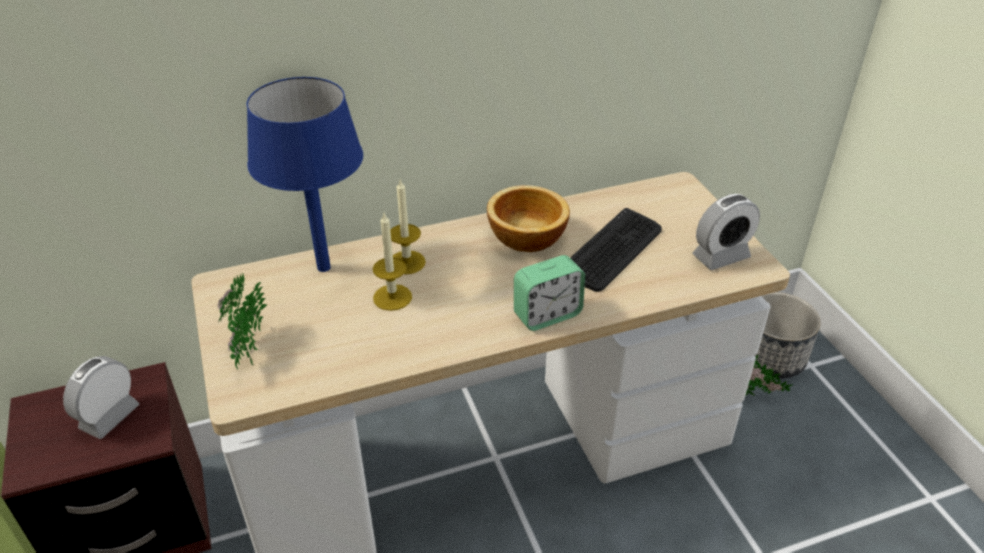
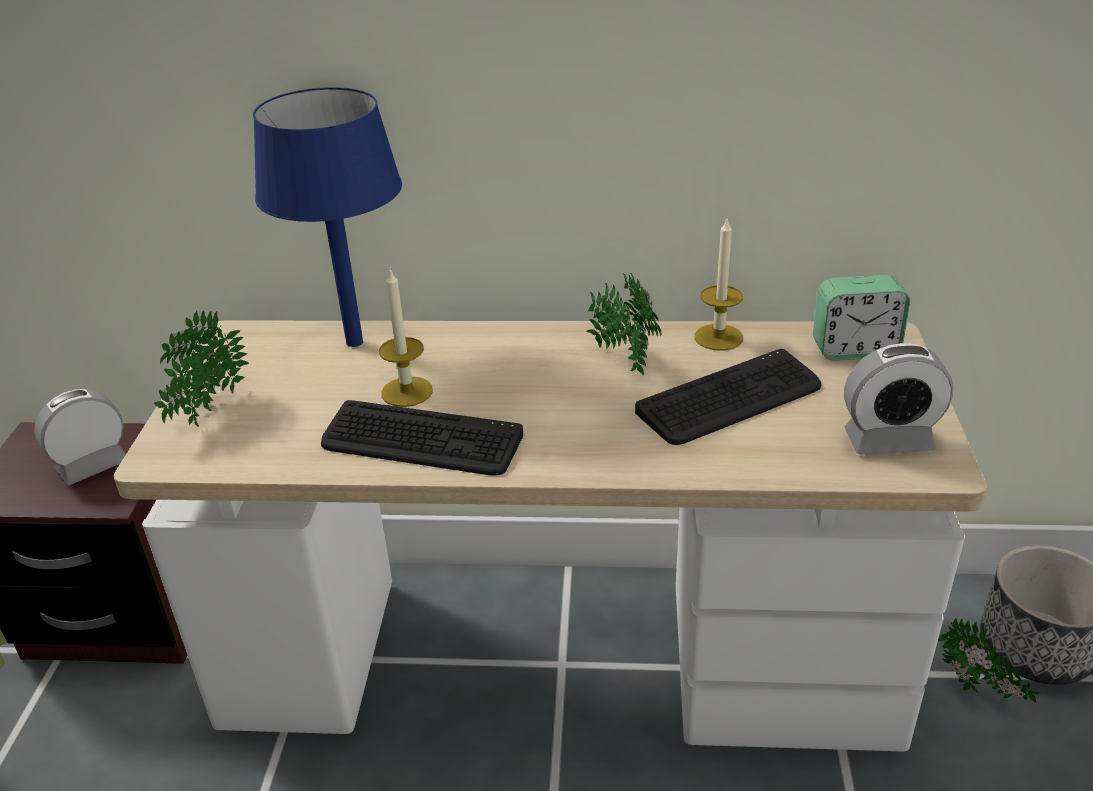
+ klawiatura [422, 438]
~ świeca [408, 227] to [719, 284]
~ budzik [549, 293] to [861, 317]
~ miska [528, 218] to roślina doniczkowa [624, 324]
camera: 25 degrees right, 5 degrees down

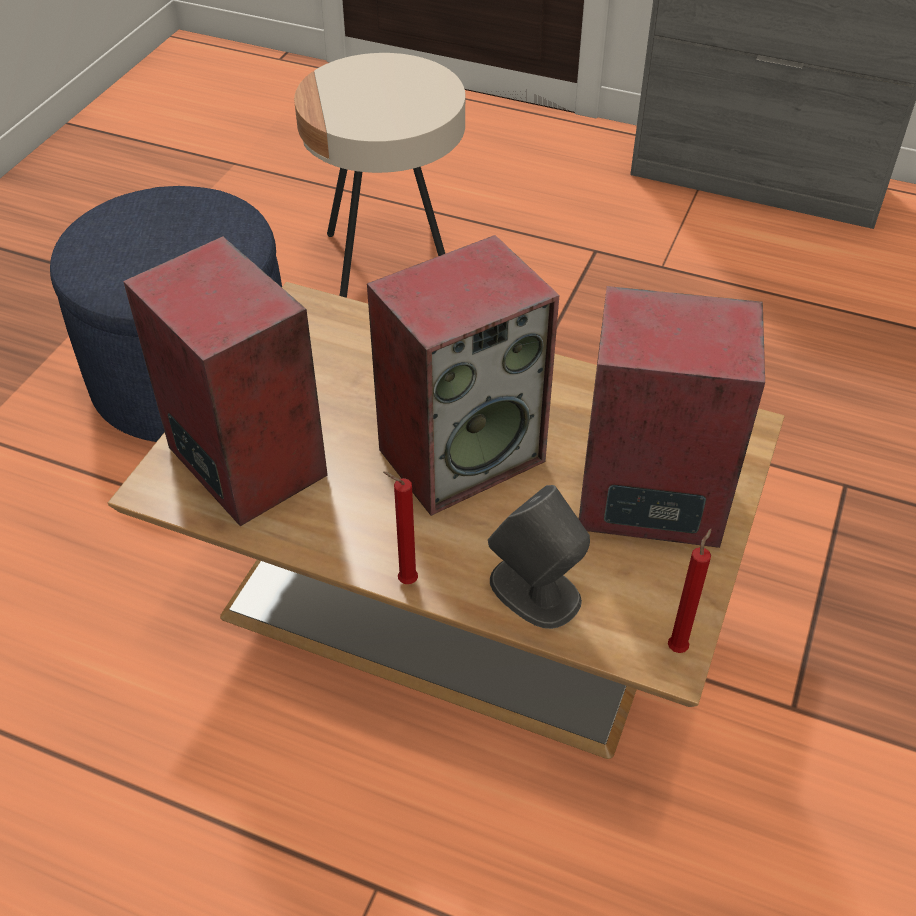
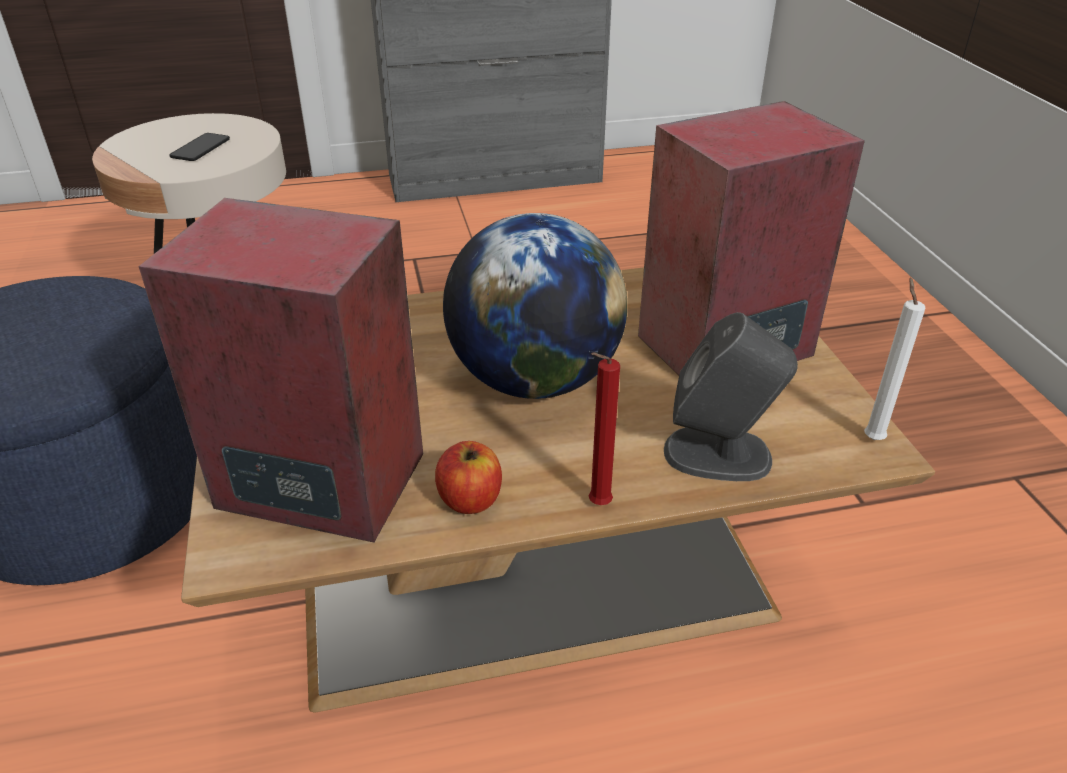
+ telefon [200, 147]
+ jabłko [468, 477]
~ głośnik [463, 375] to globus [535, 306]
~ świeca [czerwony] [690, 591] to świeca [biały] [894, 358]
camera: 35 degrees left, 10 degrees down

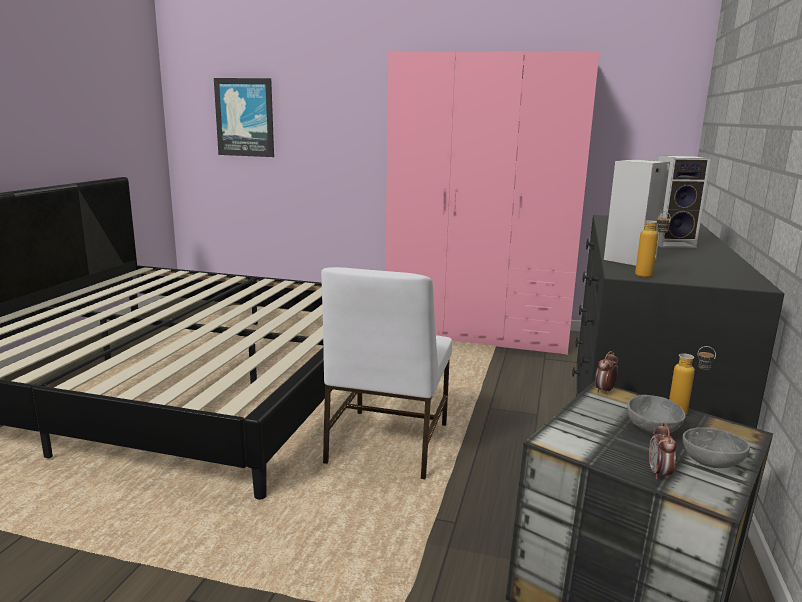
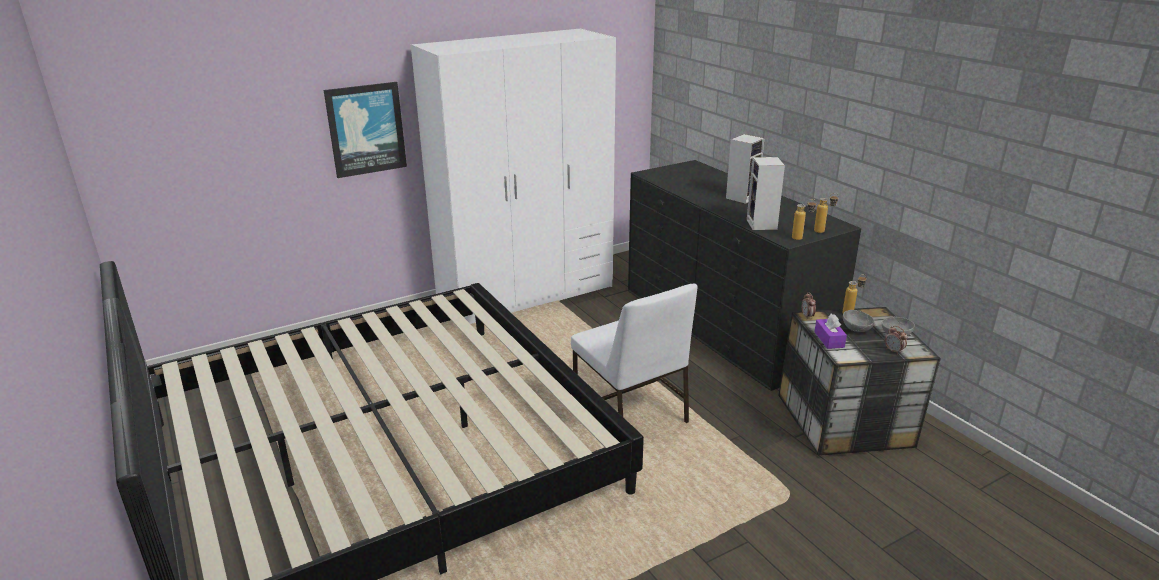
+ butelka [826, 213]
+ pudełko chusteczek [fioletowy] [831, 331]
~ obraz [244, 117] to [365, 130]
~ szafa [różowy] [492, 203] to szafa [biały] [513, 176]
camera: 45 degrees left, 10 degrees up

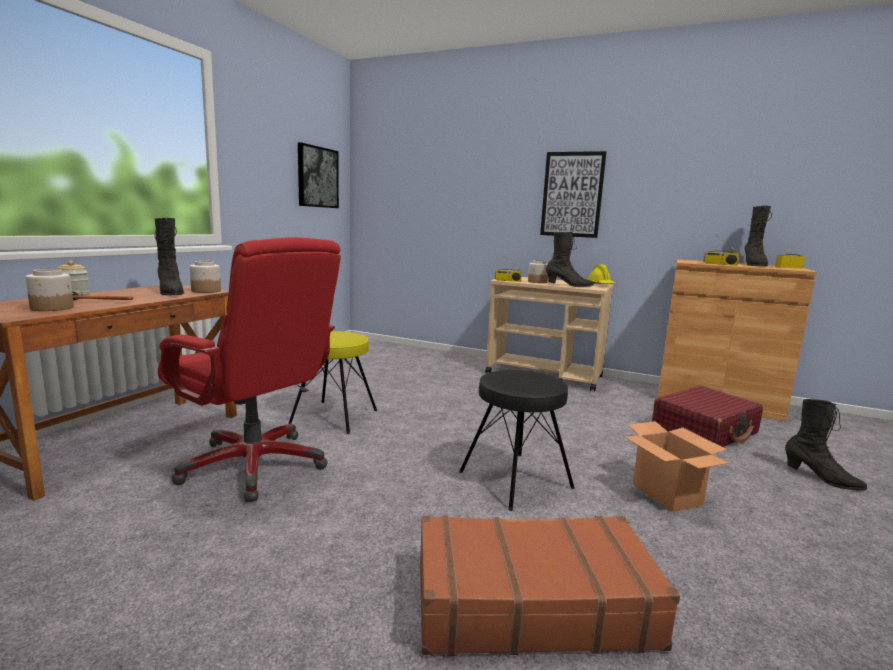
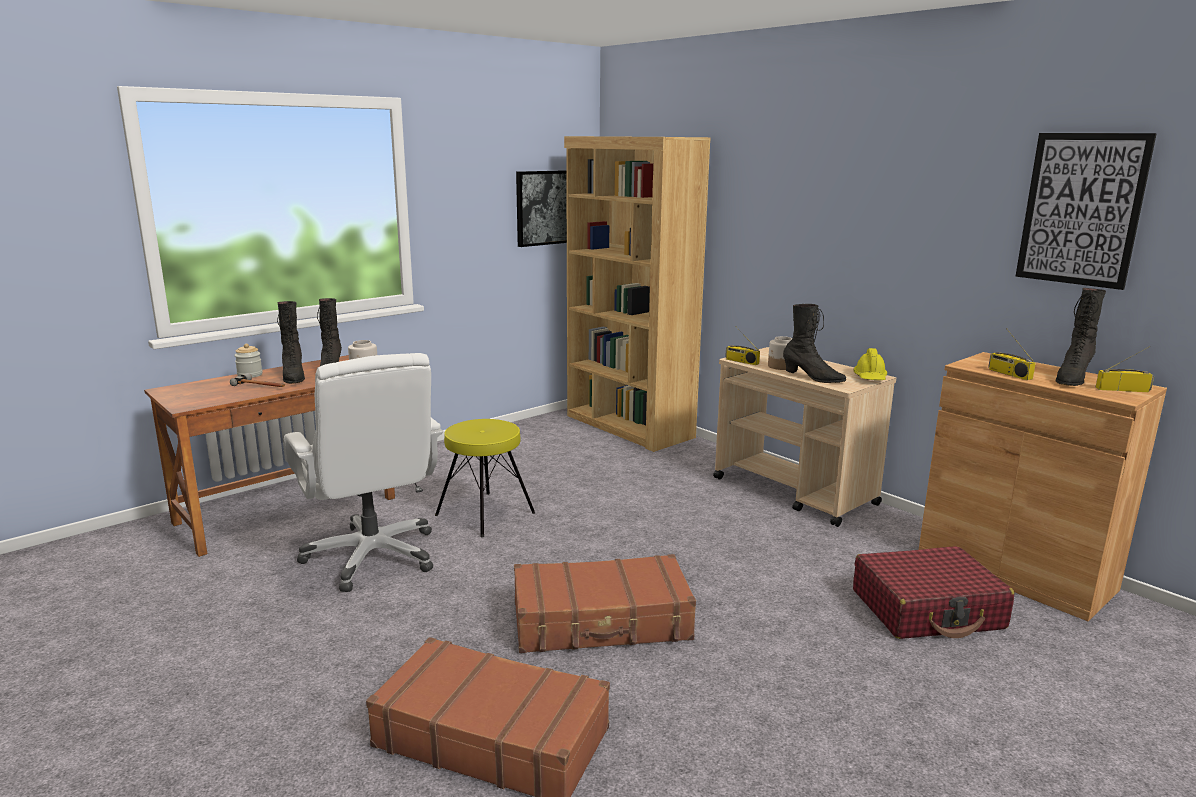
- słoik [50, 290]
- karton [677, 466]
+ regał [brązowy] [637, 294]
~ obraz [573, 194] to [1086, 211]
~ but z cholewką [czarny] [826, 445] to [291, 342]
~ stołek [czarny] [517, 440] to walizka [brązowy] [605, 603]
~ krzesło biurowe [czerwony] [249, 369] to krzesło biurowe [biały] [363, 472]
camera: 25 degrees right, 5 degrees up

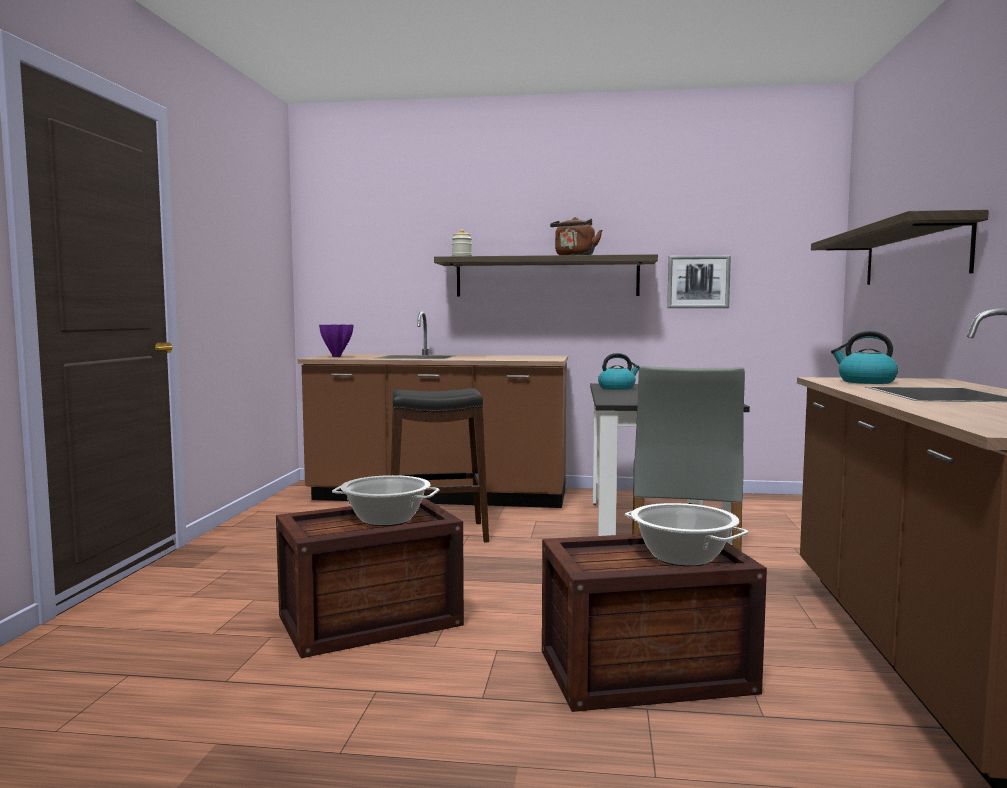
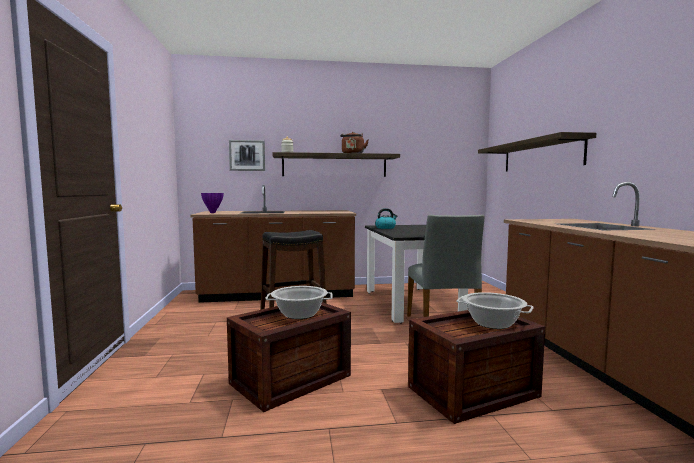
- czajnik [864, 357]
~ obraz [699, 281] to [247, 155]
camera: 15 degrees left, 0 degrees up

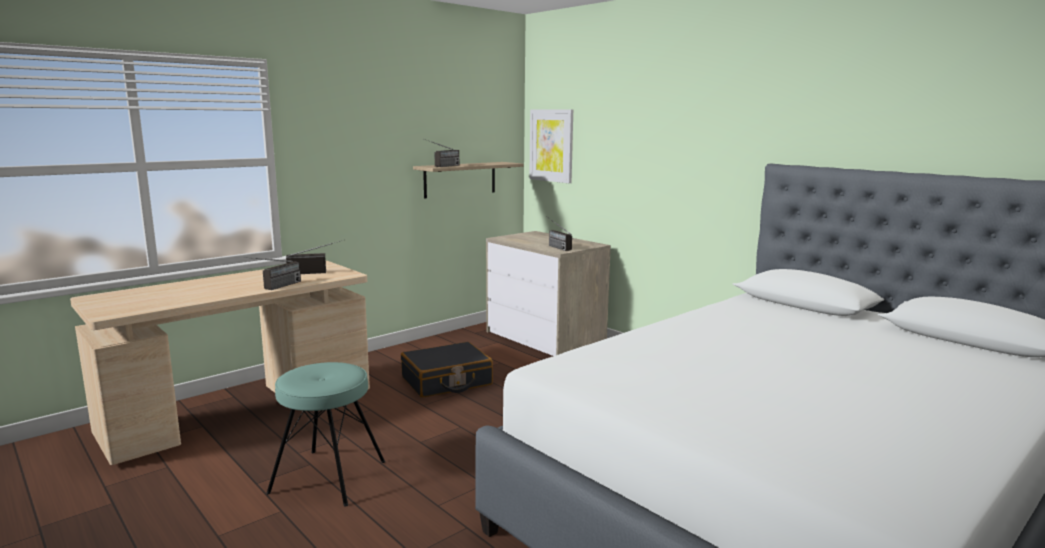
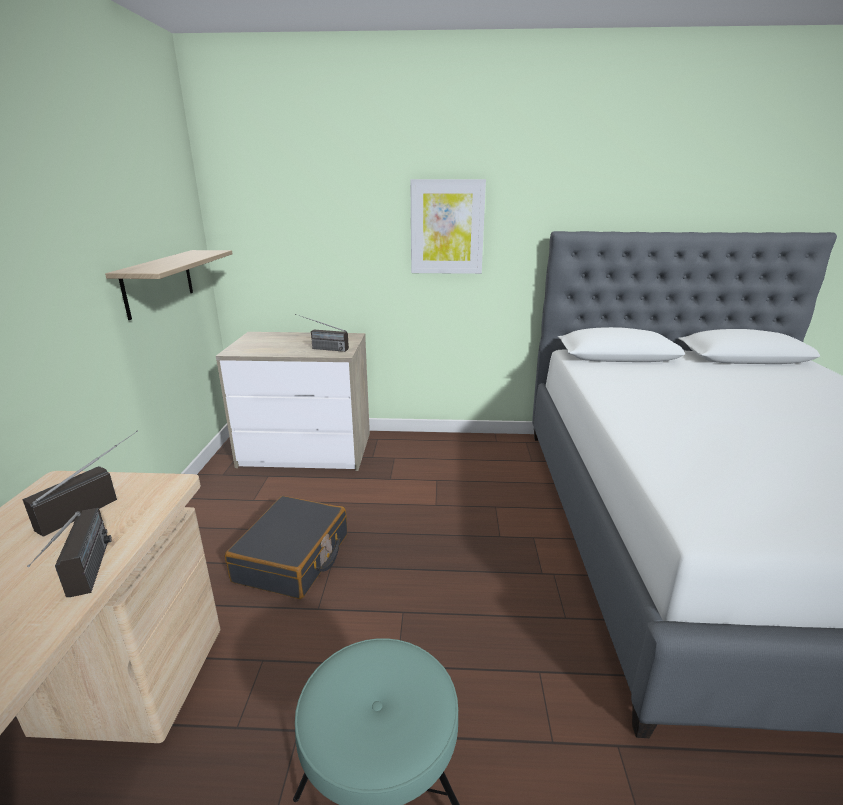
- radio [443, 153]
~ obraz [551, 146] to [448, 226]
camera: 45 degrees left, 10 degrees up

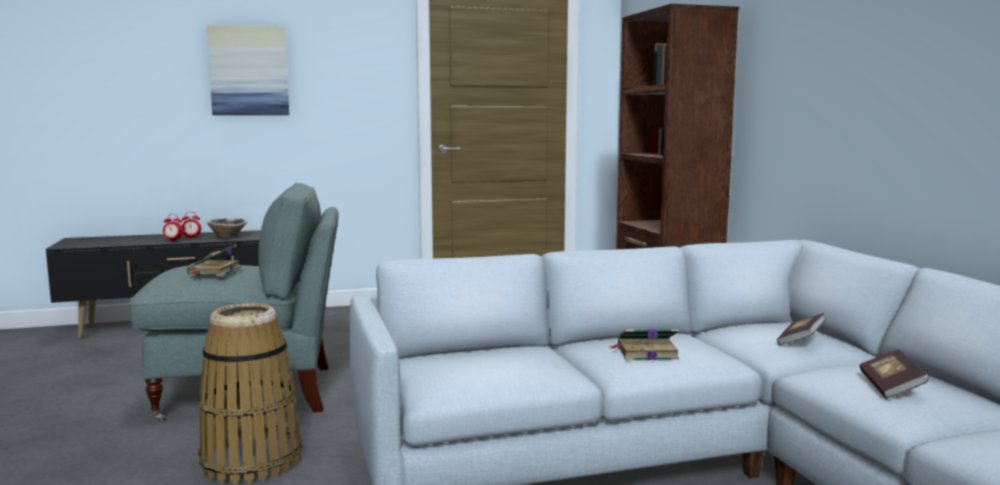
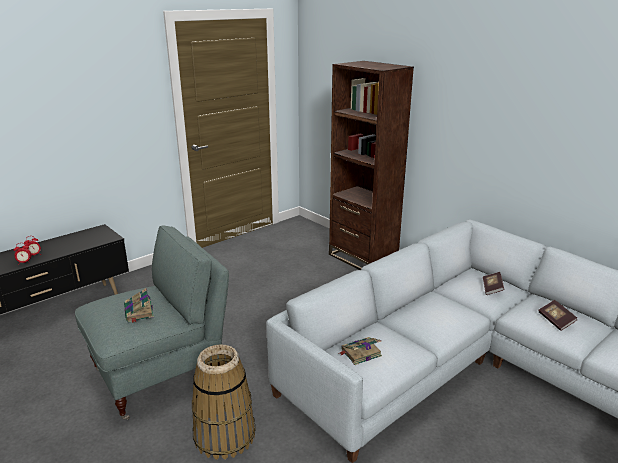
- obraz [248, 70]
- miska [227, 228]
~ książka [644, 344] to [360, 351]
camera: 25 degrees left, 15 degrees up

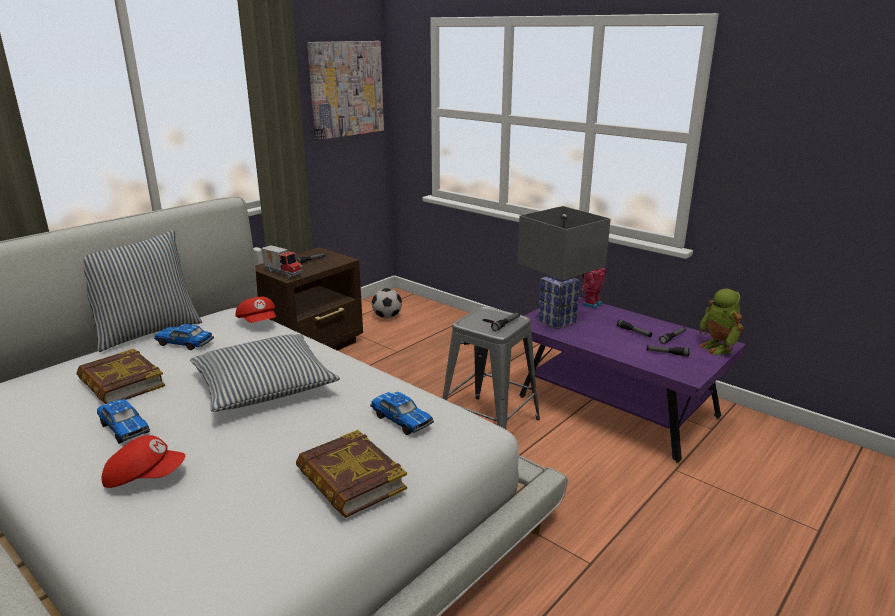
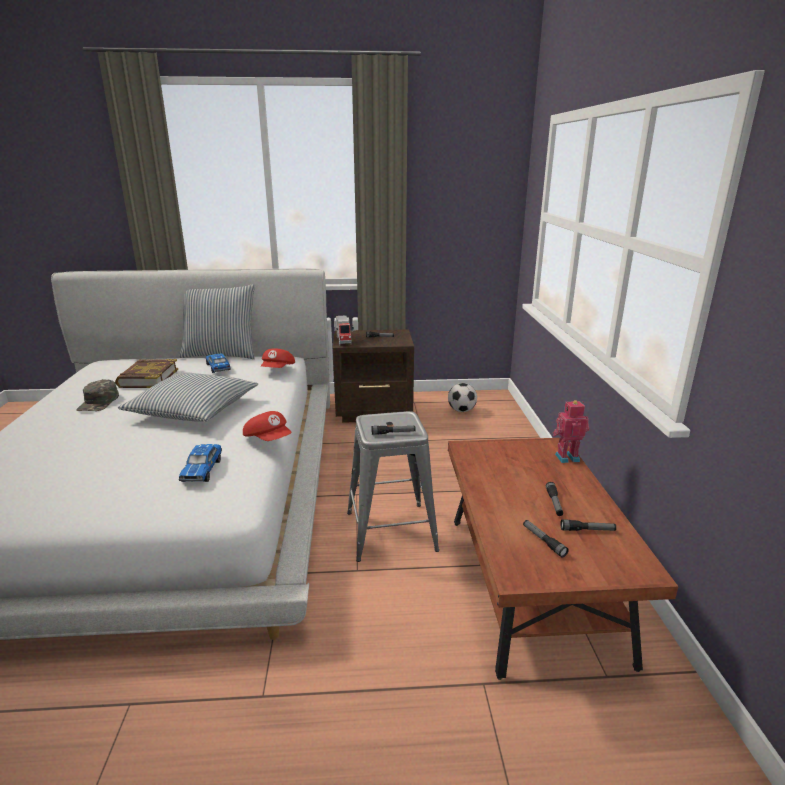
- książka [351, 474]
- obraz [345, 90]
- lampa stołowa [szary] [564, 267]
- robot zabawkowy [721, 322]
~ czapka z daszkiem [czerwony] [143, 461] to [267, 426]
~ samochodzik [123, 421] to czapka z daszkiem [zielony] [97, 395]
~ ława [fioletowy] [632, 380] to ława [brązowy] [563, 559]
camera: 45 degrees right, 0 degrees up

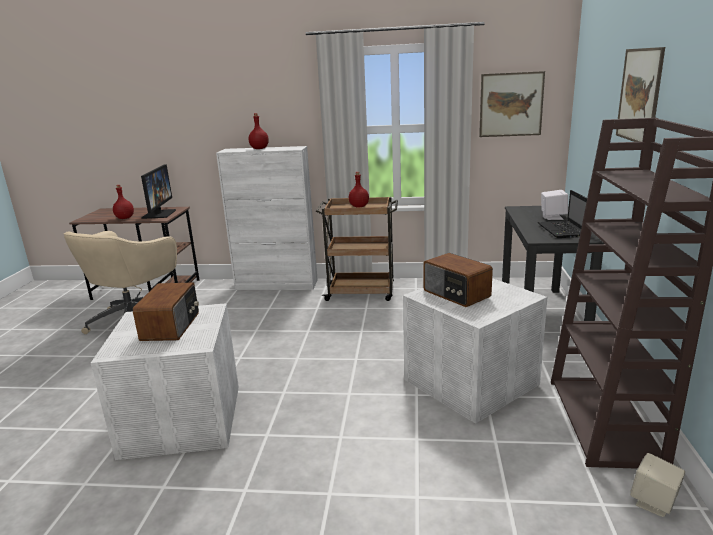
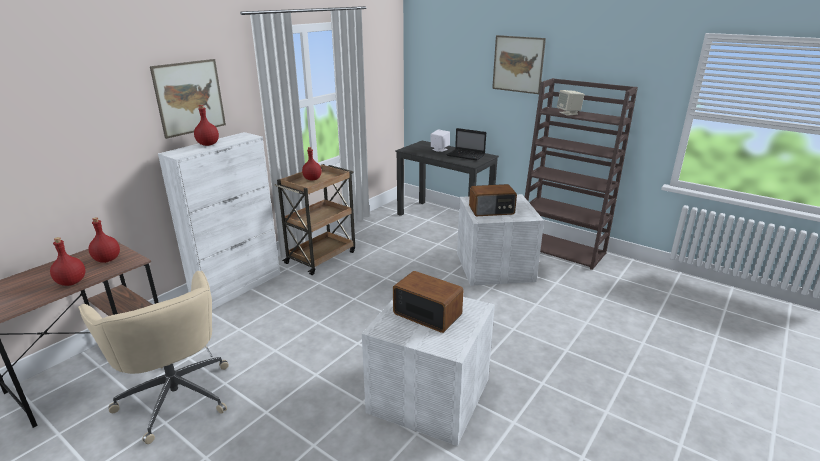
~ obraz [512, 104] to [188, 99]
~ głośnik [beżowy] [657, 485] to [570, 103]
~ monitor [158, 191] to butelka [czerwony] [104, 240]
camera: 60 degrees left, 5 degrees up

